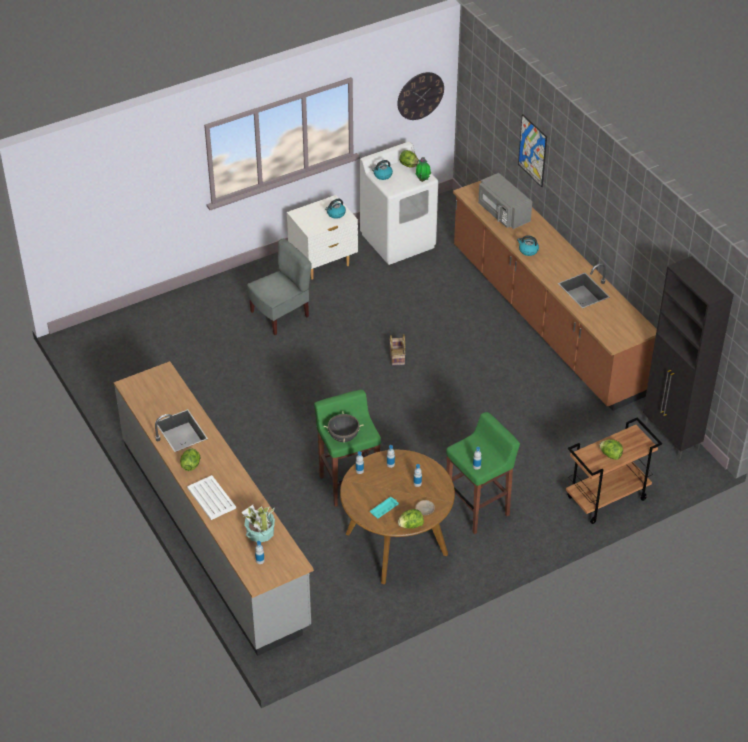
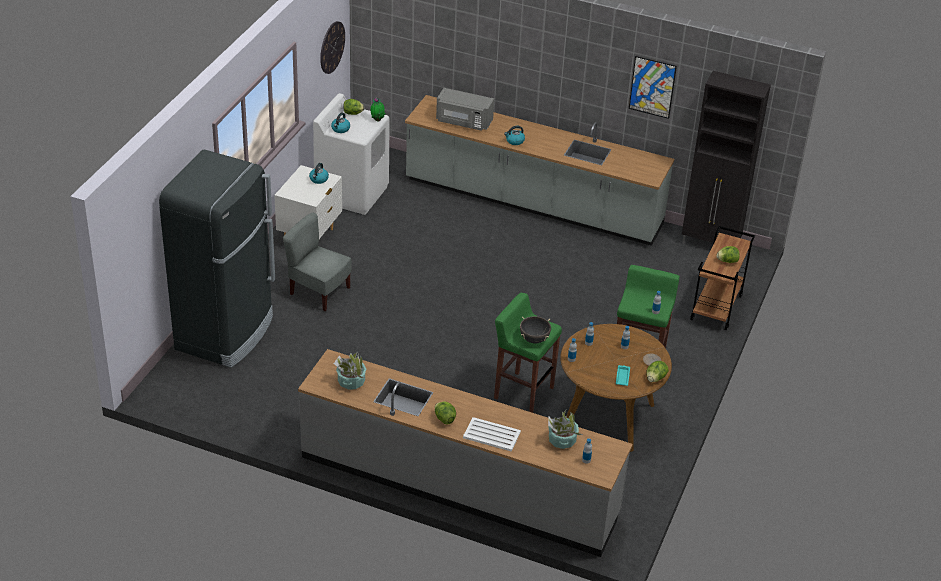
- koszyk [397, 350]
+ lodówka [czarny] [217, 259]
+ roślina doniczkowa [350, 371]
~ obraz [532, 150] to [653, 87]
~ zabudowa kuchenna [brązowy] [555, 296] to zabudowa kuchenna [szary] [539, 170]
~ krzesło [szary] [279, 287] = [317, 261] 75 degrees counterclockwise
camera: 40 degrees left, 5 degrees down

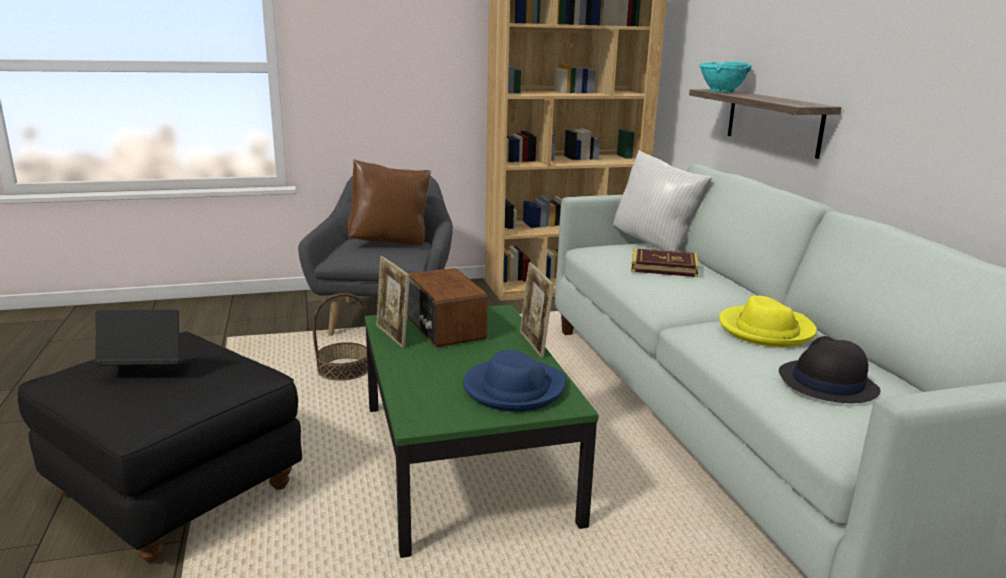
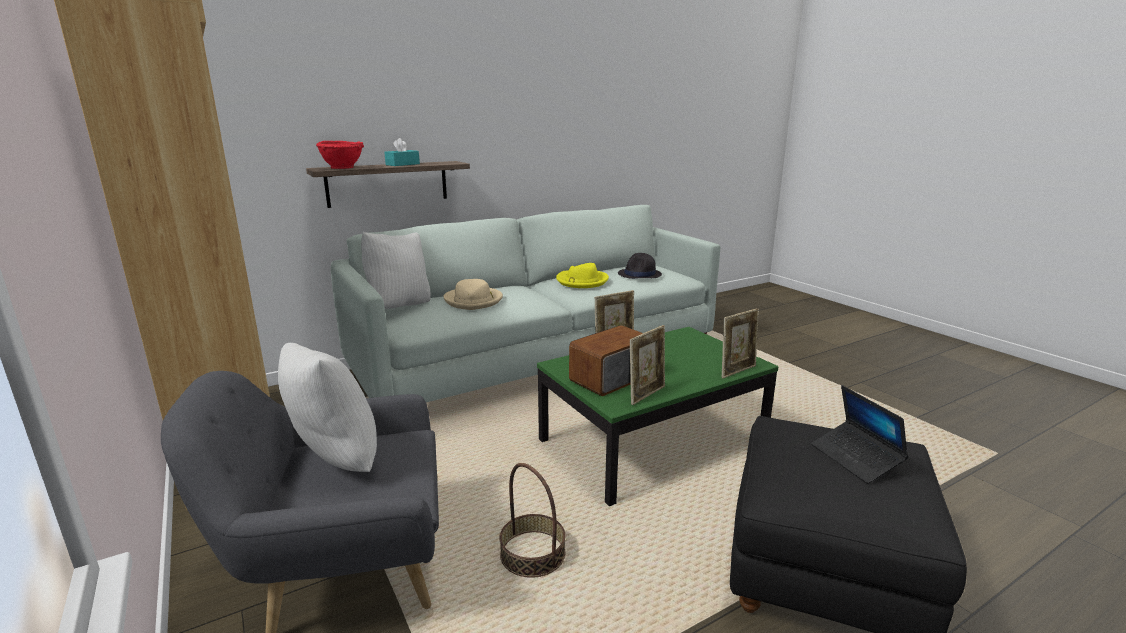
- kapelusz [niebieski] [514, 381]
+ pudełko chusteczek [turkusowy] [402, 152]
+ ramka na zdjęcie [740, 343]
~ książka [665, 262] to kapelusz [beżowy] [473, 294]
~ poduszka [brązowy] [389, 202] to poduszka [biały] [327, 407]
~ miska [turkusowy] [725, 76] to miska [czerwony] [340, 155]
camera: 105 degrees left, 0 degrees up

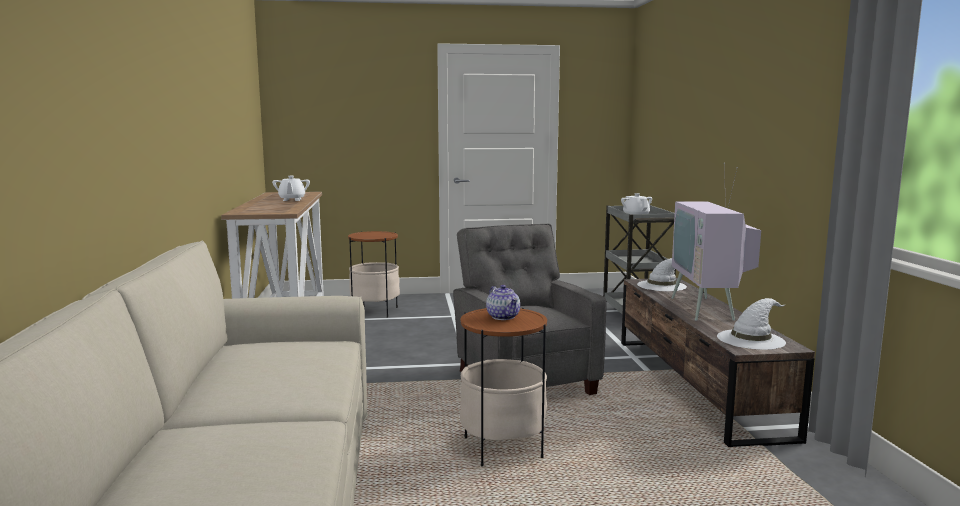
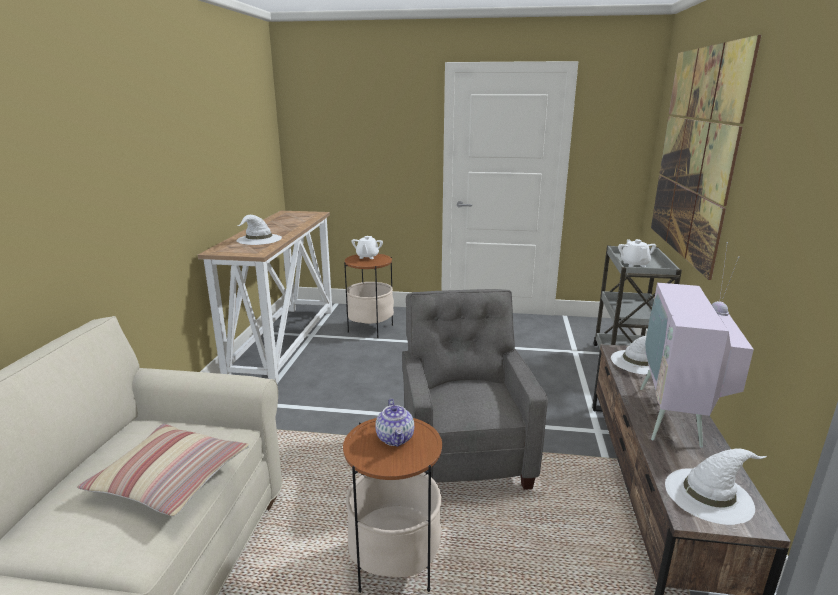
+ poduszka [163, 470]
+ kapelusz [biały] [259, 230]
+ obraz [706, 157]
~ imbryk [biały] [291, 188] to [367, 247]
camera: 15 degrees right, 10 degrees up

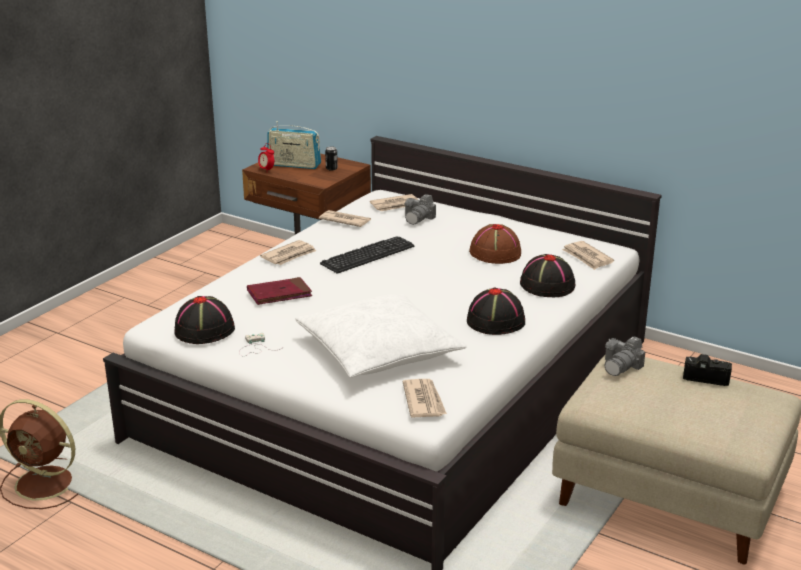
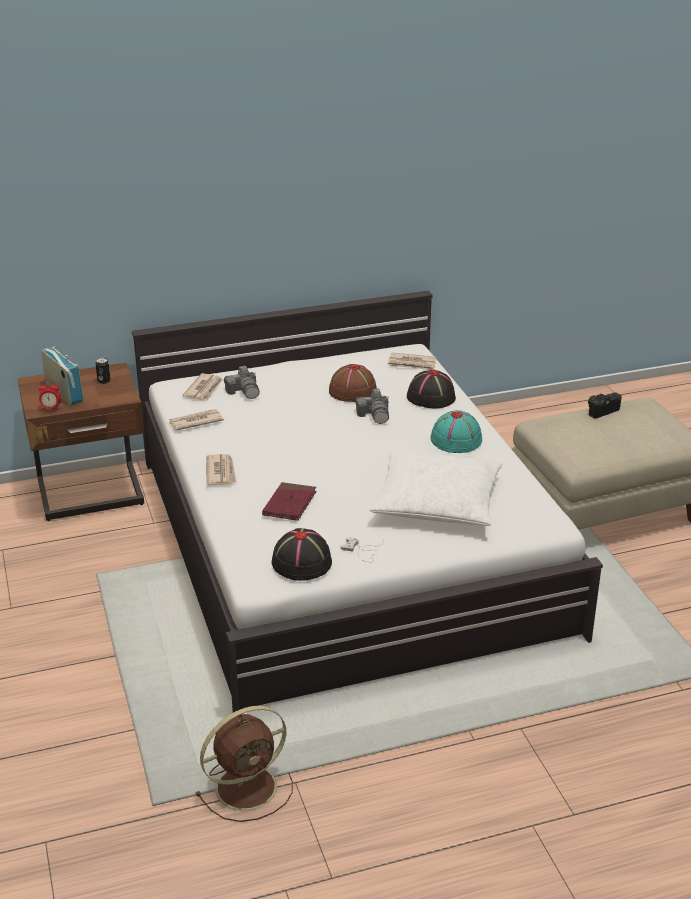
- klawiatura [367, 255]
- gazeta [425, 398]
~ aparat fotograficzny [624, 356] to [372, 406]
~ kapelusz [czarny] [496, 311] to kapelusz [turkusowy] [456, 431]
~ radio [294, 145] = [62, 375] 90 degrees counterclockwise
camera: 50 degrees left, 5 degrees up

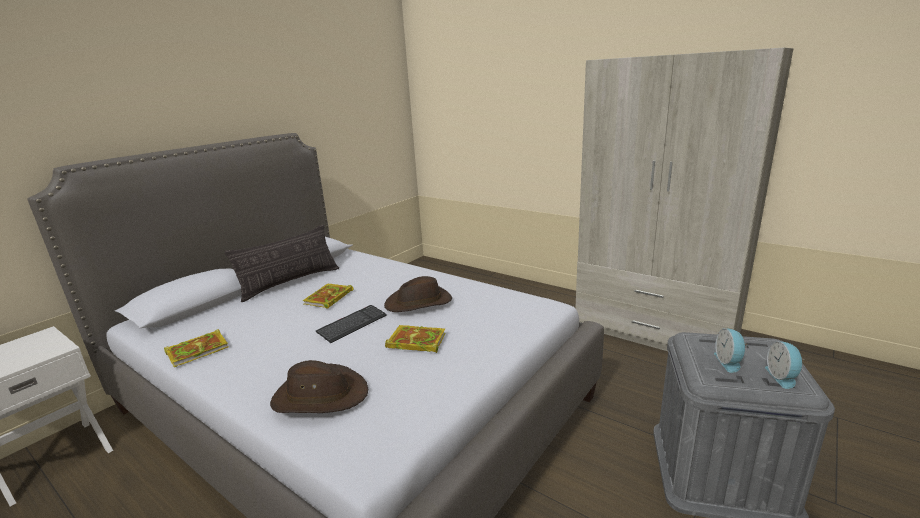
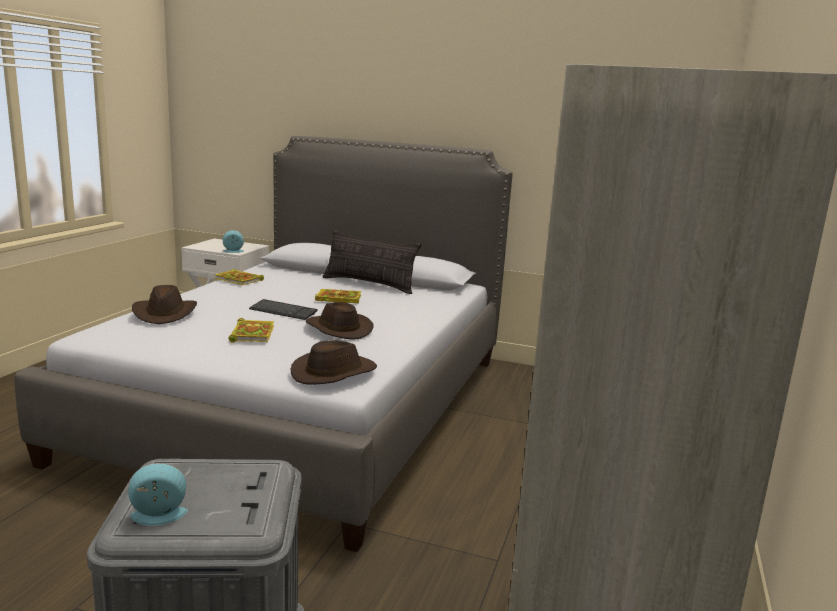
+ kapelusz [brązowy] [334, 362]
~ budzik [730, 350] to [233, 241]
camera: 70 degrees right, 5 degrees down

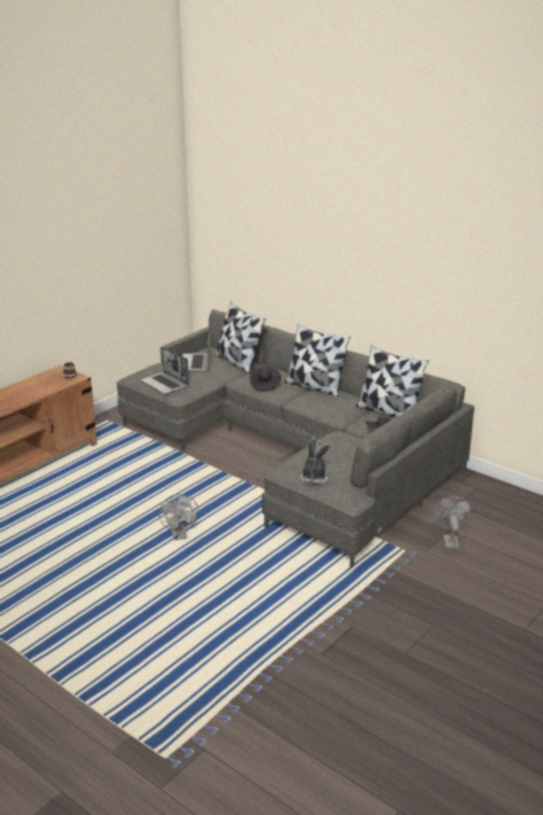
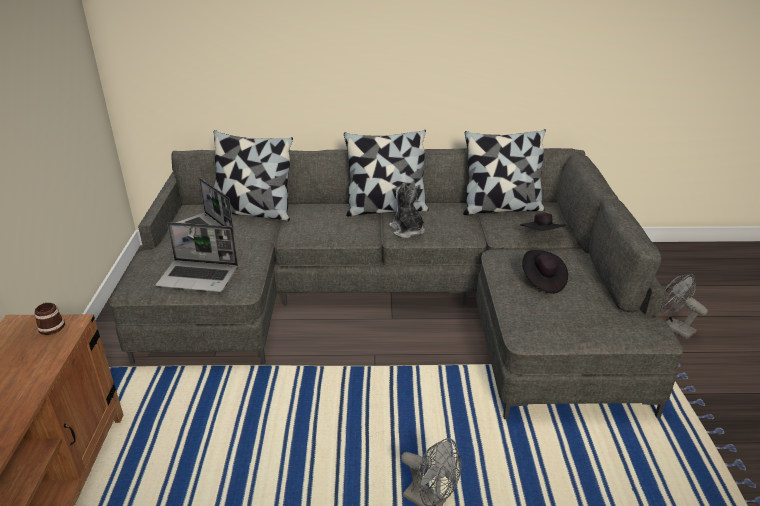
~ kapelusz [czarny] [265, 379] to [545, 272]
~ pluszak [315, 460] to [407, 210]
camera: 40 degrees left, 5 degrees up

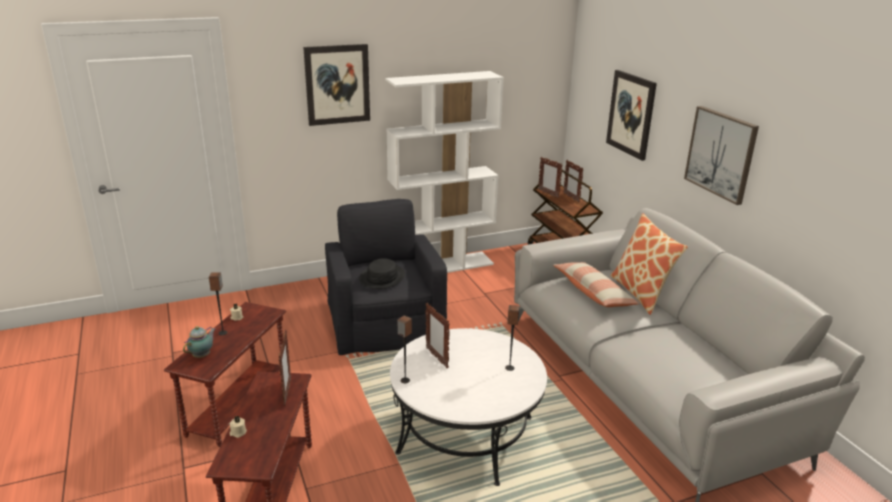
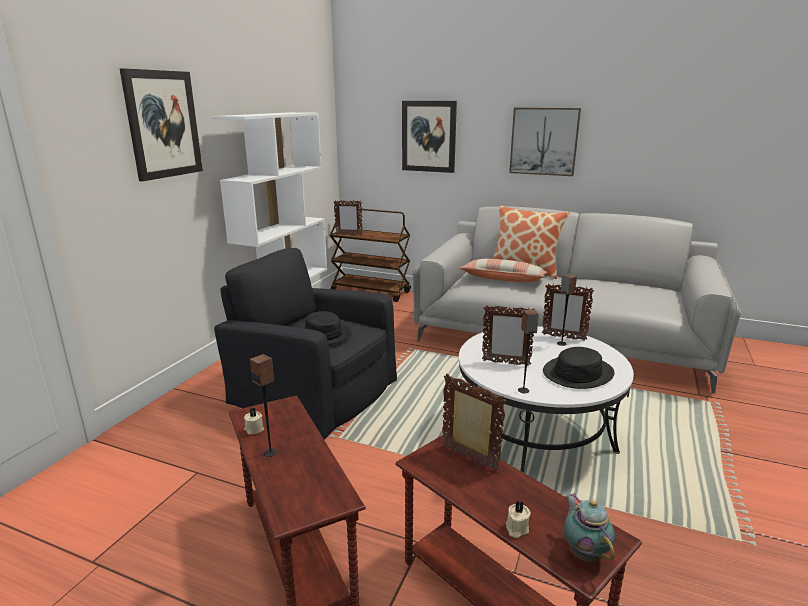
+ kapelusz [czarny] [579, 368]
~ imbryk [199, 342] to [589, 528]
~ ramka na zdjęcie [573, 181] to [568, 312]
camera: 45 degrees left, 5 degrees down

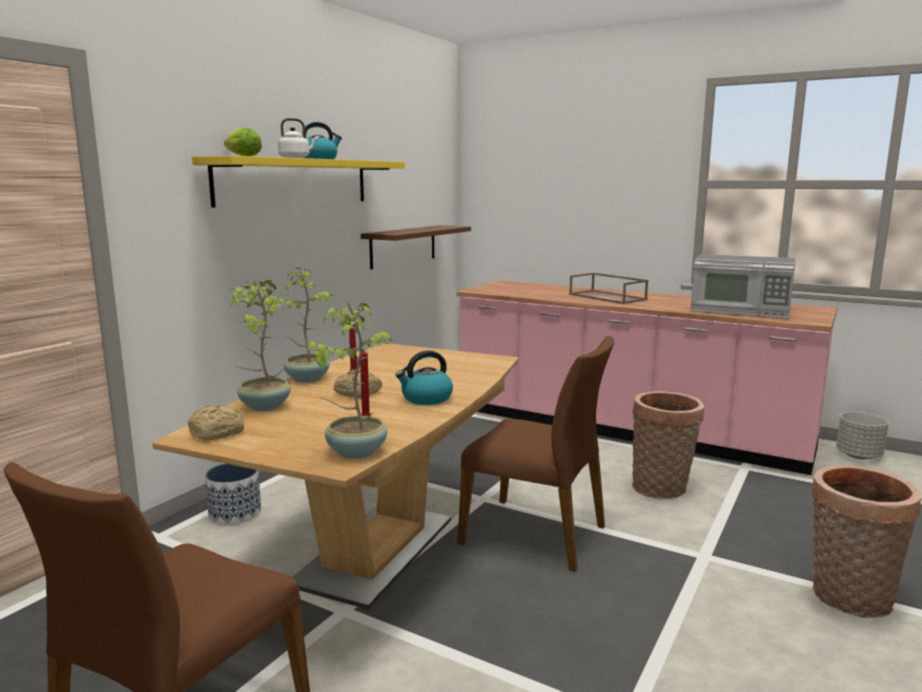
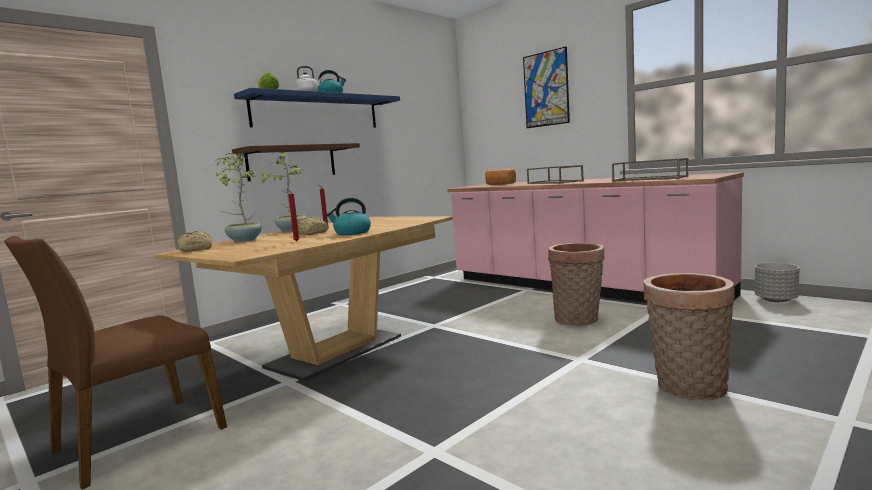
- donica [233, 494]
- roślina doniczkowa [350, 380]
- krzesło [brązowy] [535, 454]
+ chleb [500, 177]
+ obraz [546, 87]
~ półka [brązowy] [416, 247] to [296, 162]
~ mikrofalówka [742, 286] to taca [brązowy] [650, 170]
~ półka [żółty] [298, 181] to półka [niebieski] [317, 108]
camera: 15 degrees right, 5 degrees down

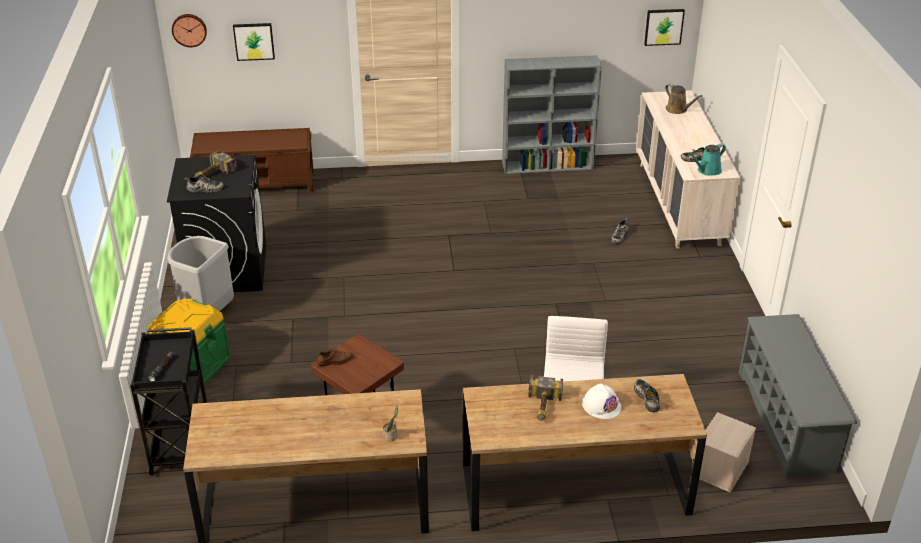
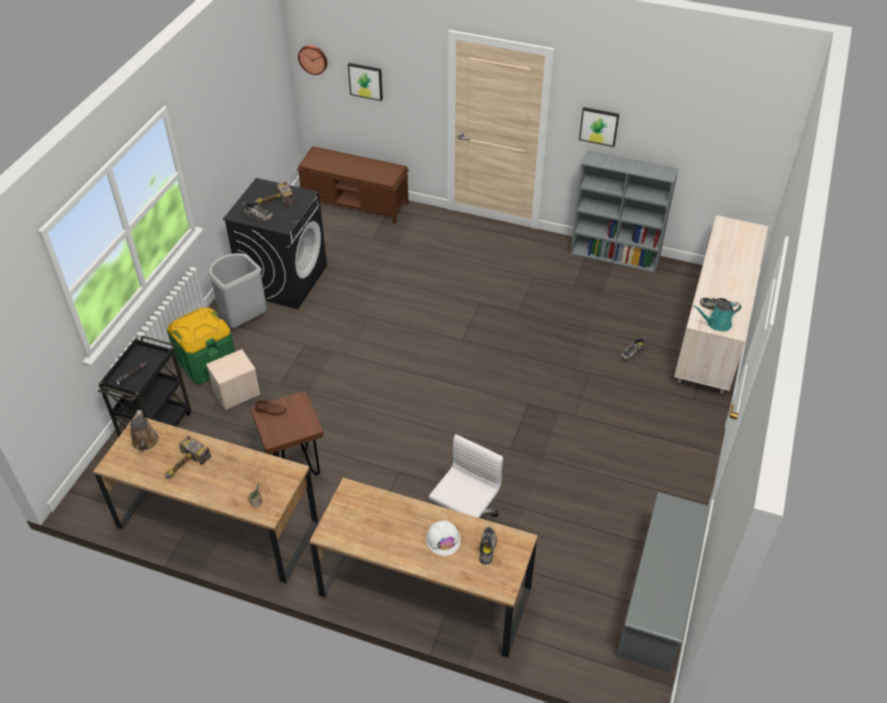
~ młotek [545, 398] to [188, 456]
~ obraz [664, 27] to [599, 127]
~ konewka [brązowy] [683, 99] to [144, 430]
~ pojemnik do przechowywania [beżowy] [727, 452] to [233, 379]
camera: 25 degrees right, 10 degrees up

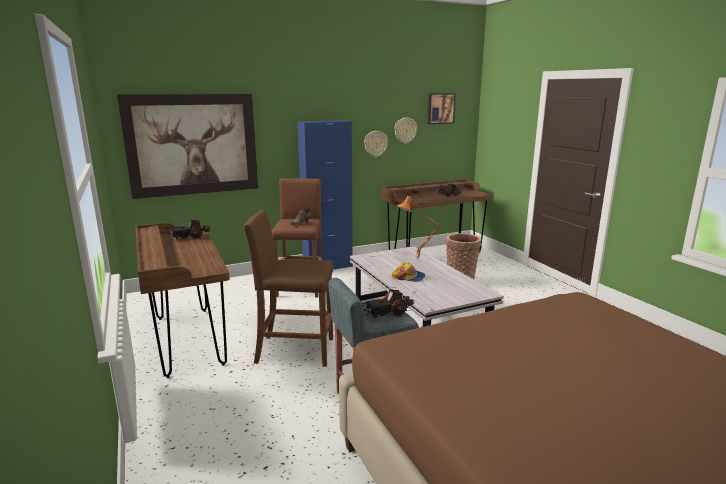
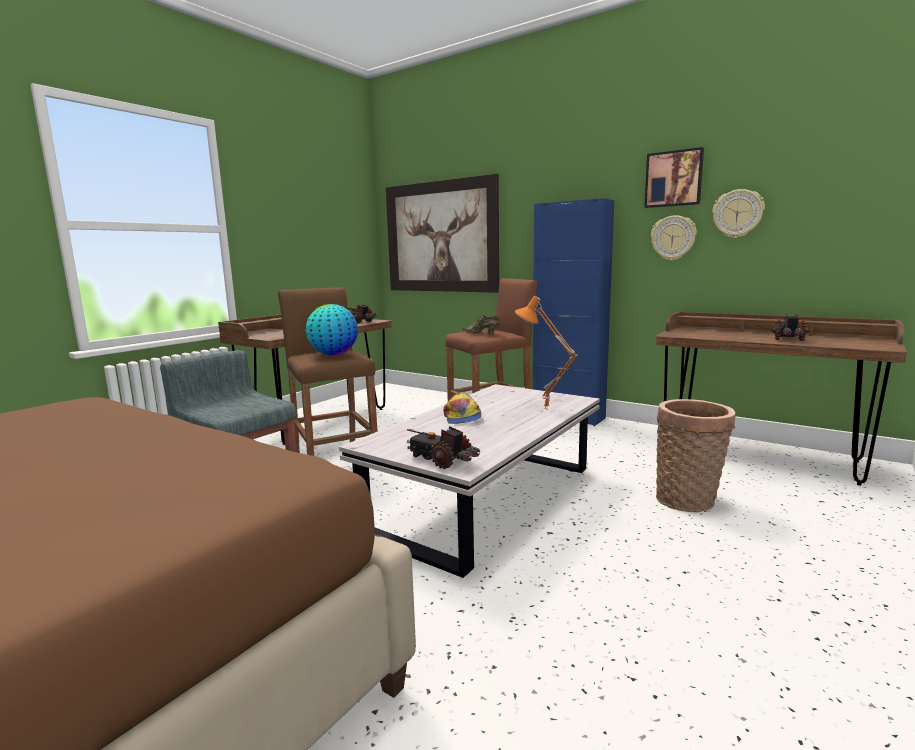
+ globus [332, 329]
~ ciężarówka zabawkowa [388, 304] to [443, 447]
~ obraz [442, 108] to [674, 177]
camera: 60 degrees right, 5 degrees down

